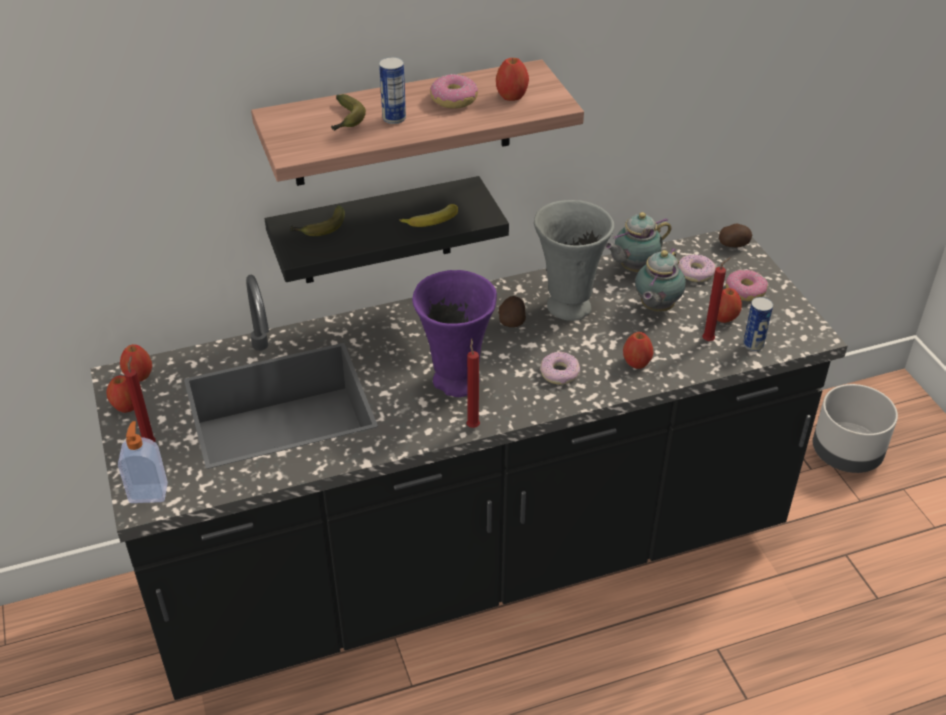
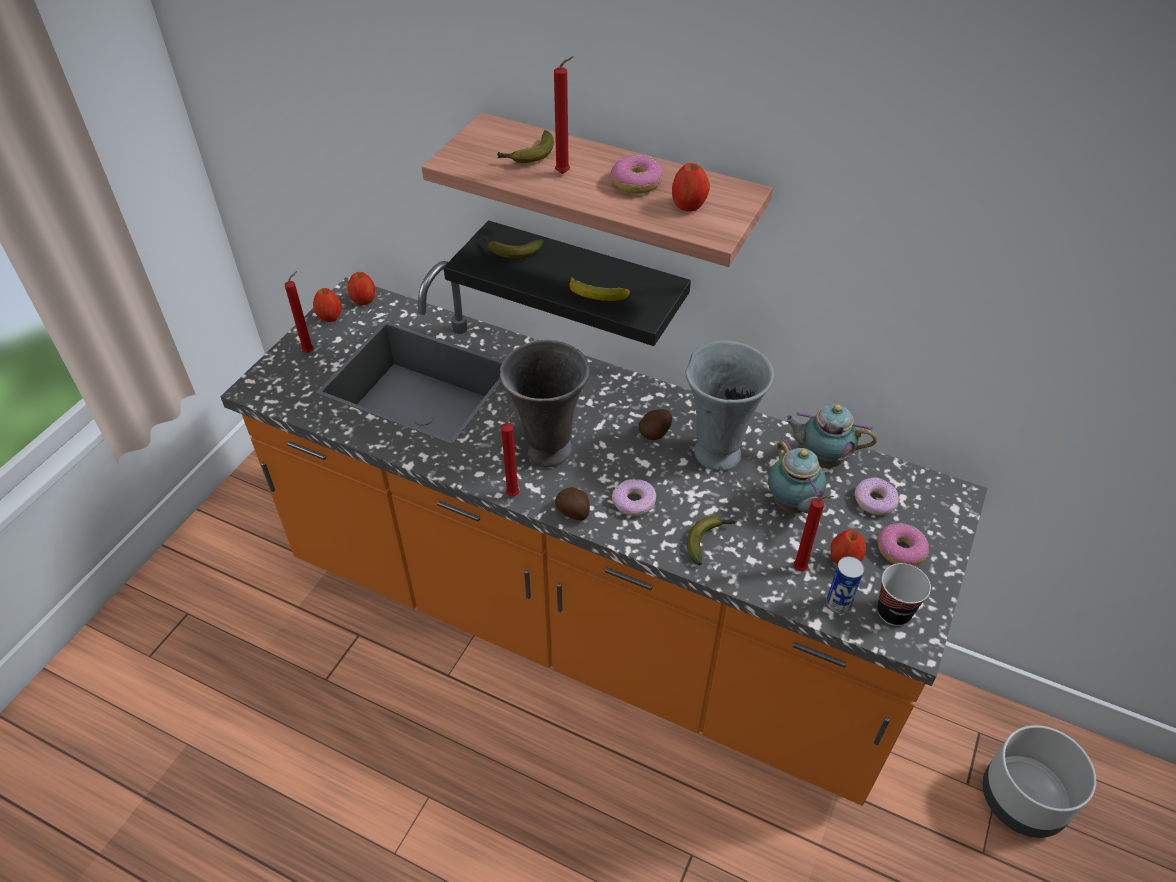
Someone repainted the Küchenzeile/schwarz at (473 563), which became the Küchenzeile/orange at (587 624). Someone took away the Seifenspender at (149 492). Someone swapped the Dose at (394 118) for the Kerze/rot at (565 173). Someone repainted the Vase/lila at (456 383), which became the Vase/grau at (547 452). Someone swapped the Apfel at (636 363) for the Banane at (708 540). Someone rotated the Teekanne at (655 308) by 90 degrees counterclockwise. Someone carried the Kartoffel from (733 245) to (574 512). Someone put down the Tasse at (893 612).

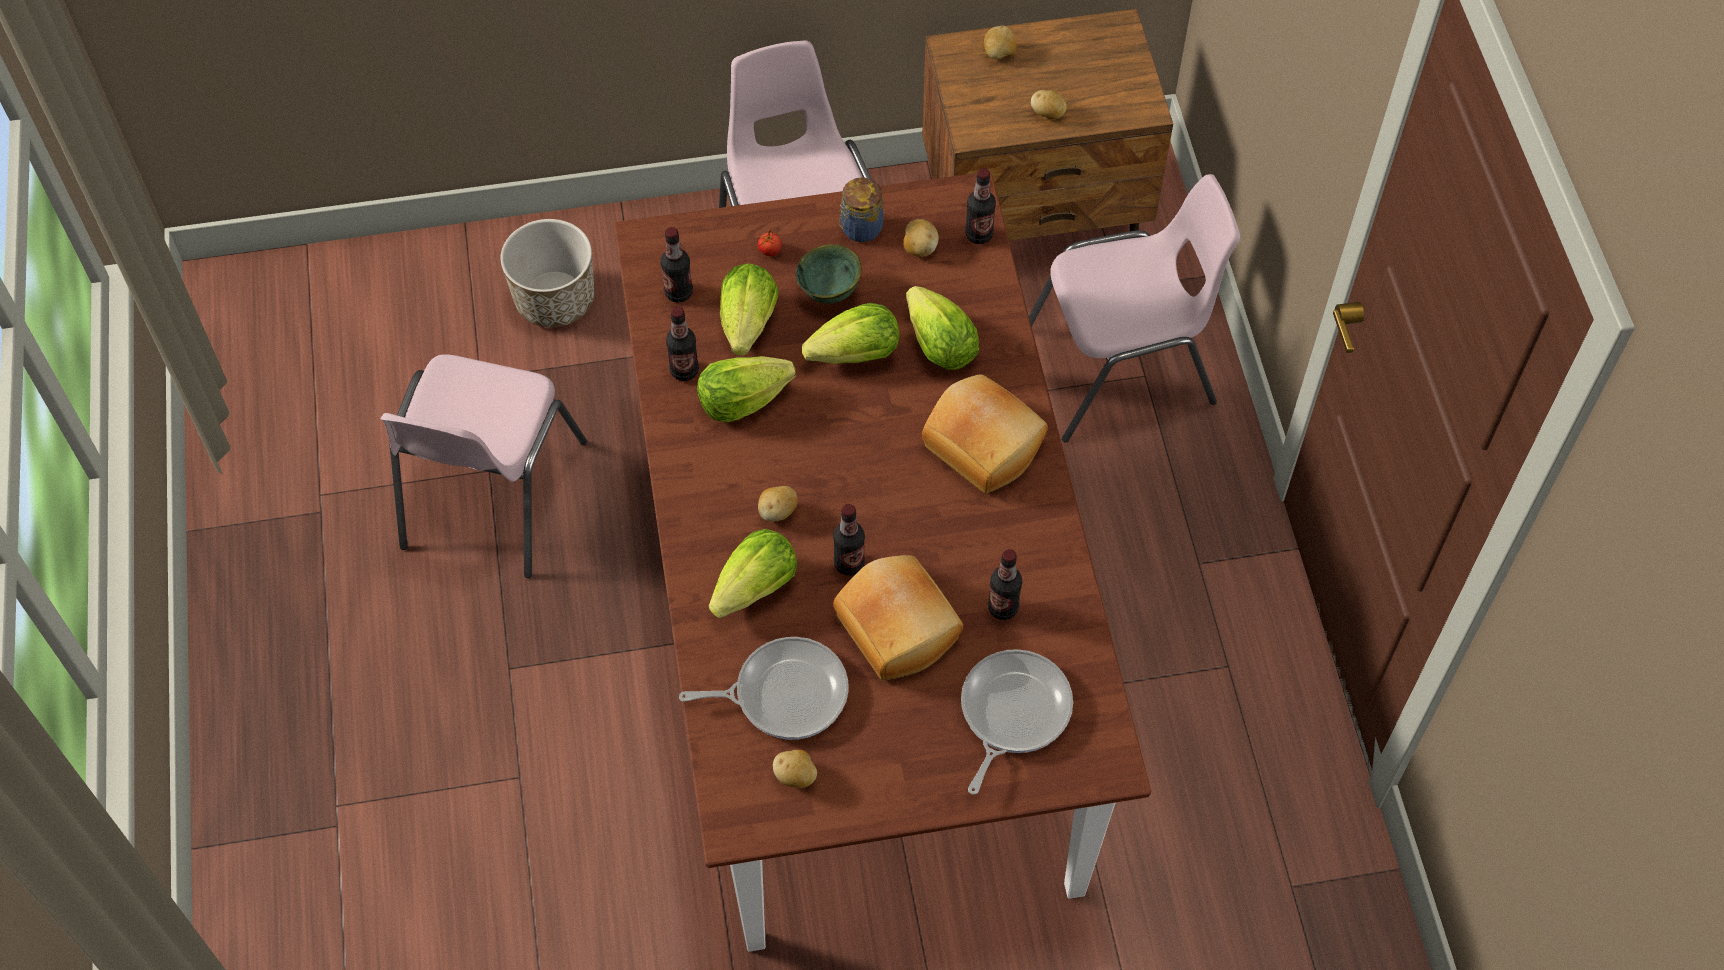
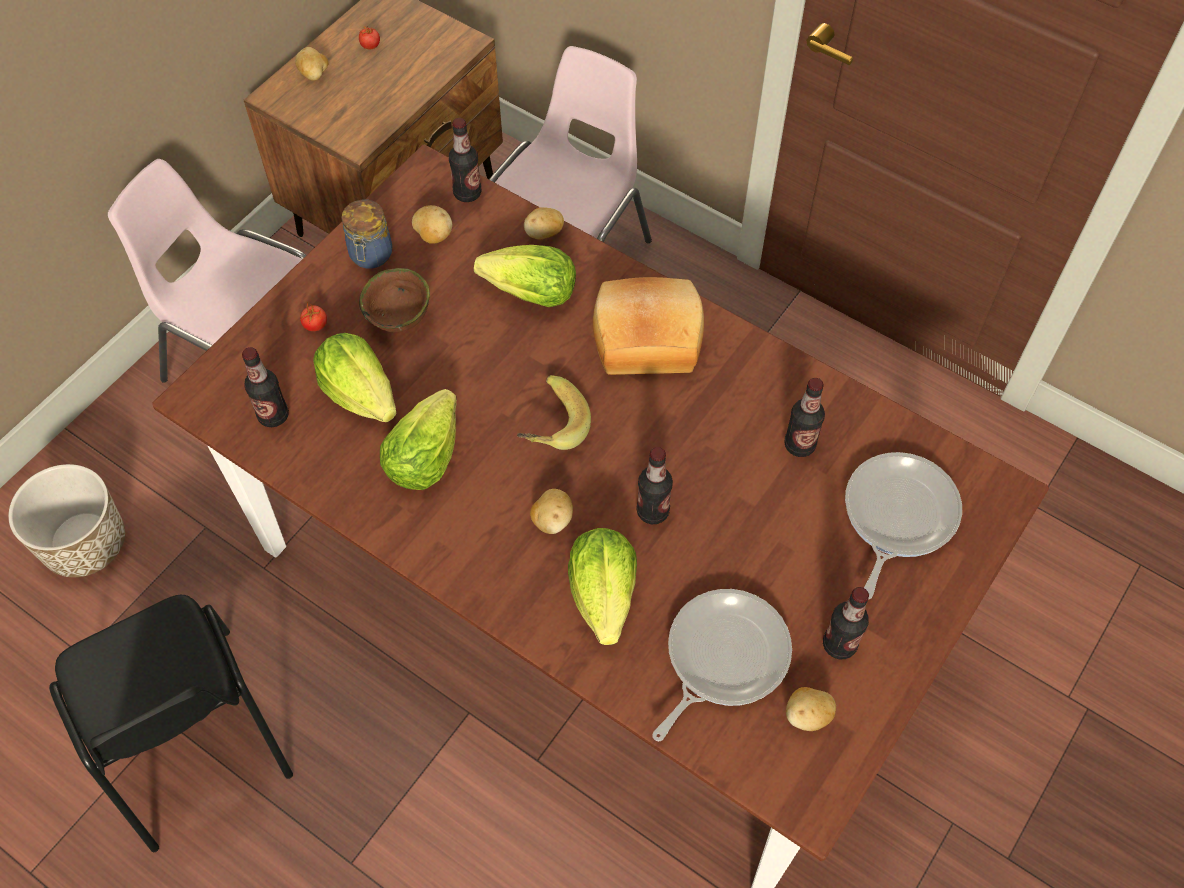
Someone repainted the Stuhl/rosa at (490 496), which became the Stuhl/schwarz at (190 741). Someone carried the Flasche from (684 370) to (839 644). Someone repainted the Schüssel/grün at (830 293), which became the Schüssel/braun at (401 320). Someone took away the Salatkopf at (856 354). Someone took away the Brot at (900 627). Someone rotated the Pfanne at (1011 712) by 45 degrees clockwise. Someone carried the Kartoffel from (1047 114) to (544 234). Someone put down the Tomate at (370 46). Someone put down the Banane at (548 427).

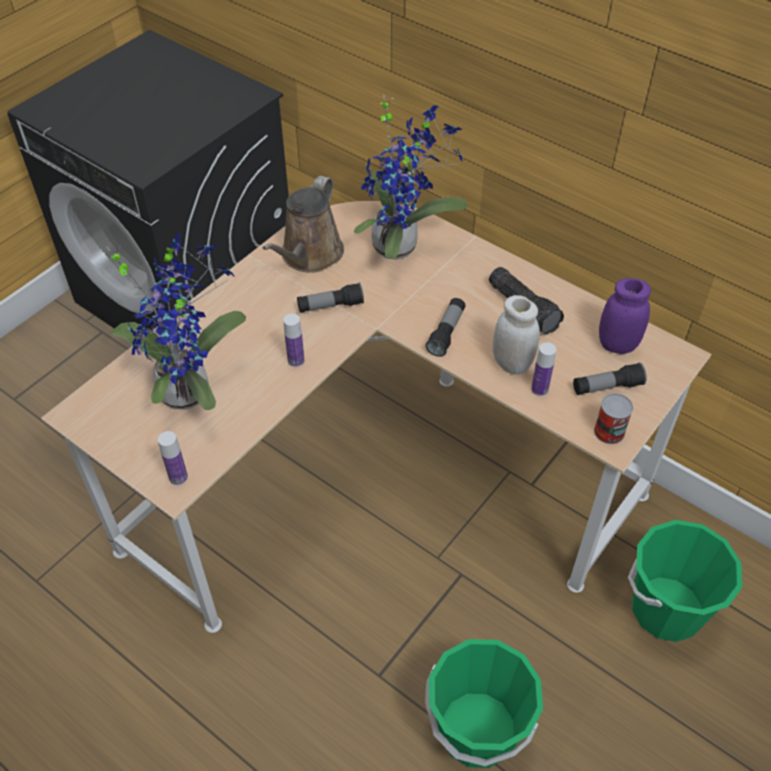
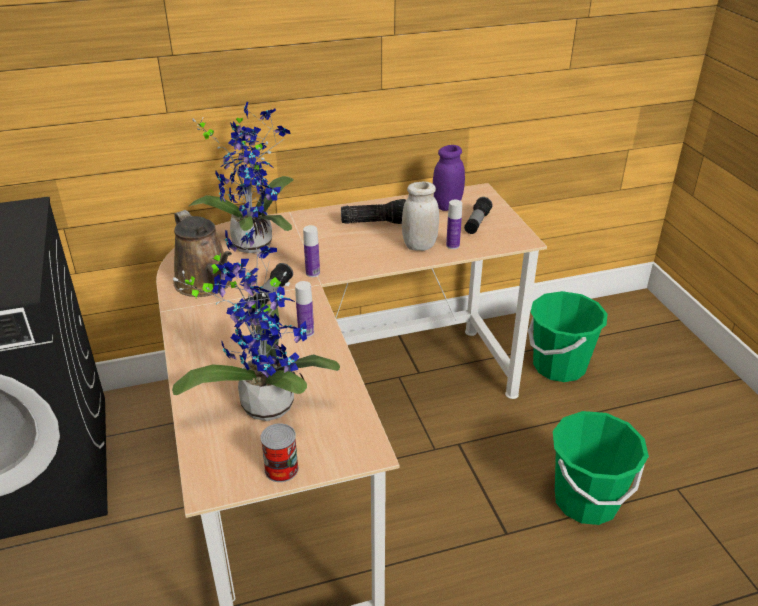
Someone carried the Flasche from (178 477) to (312 273). Someone took away the Taschenlampe at (446 333). Someone carried the Dose from (609 432) to (281 469).

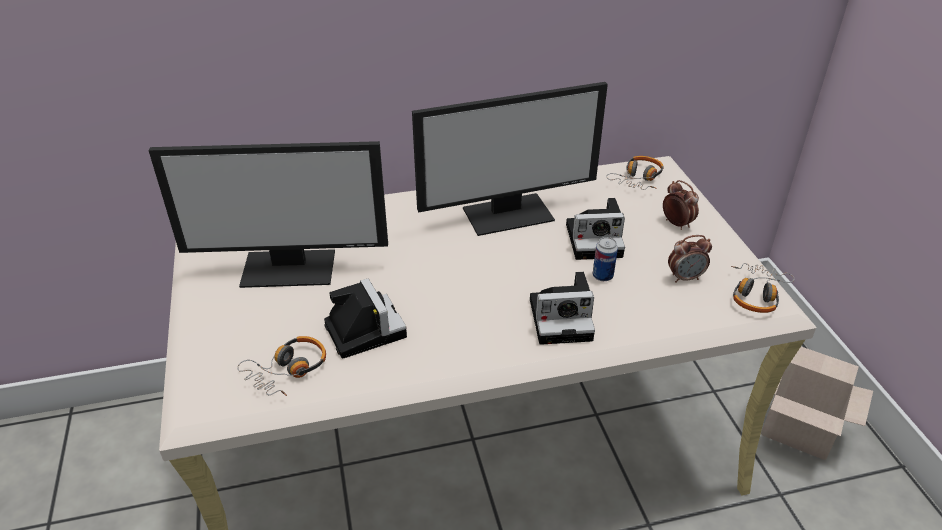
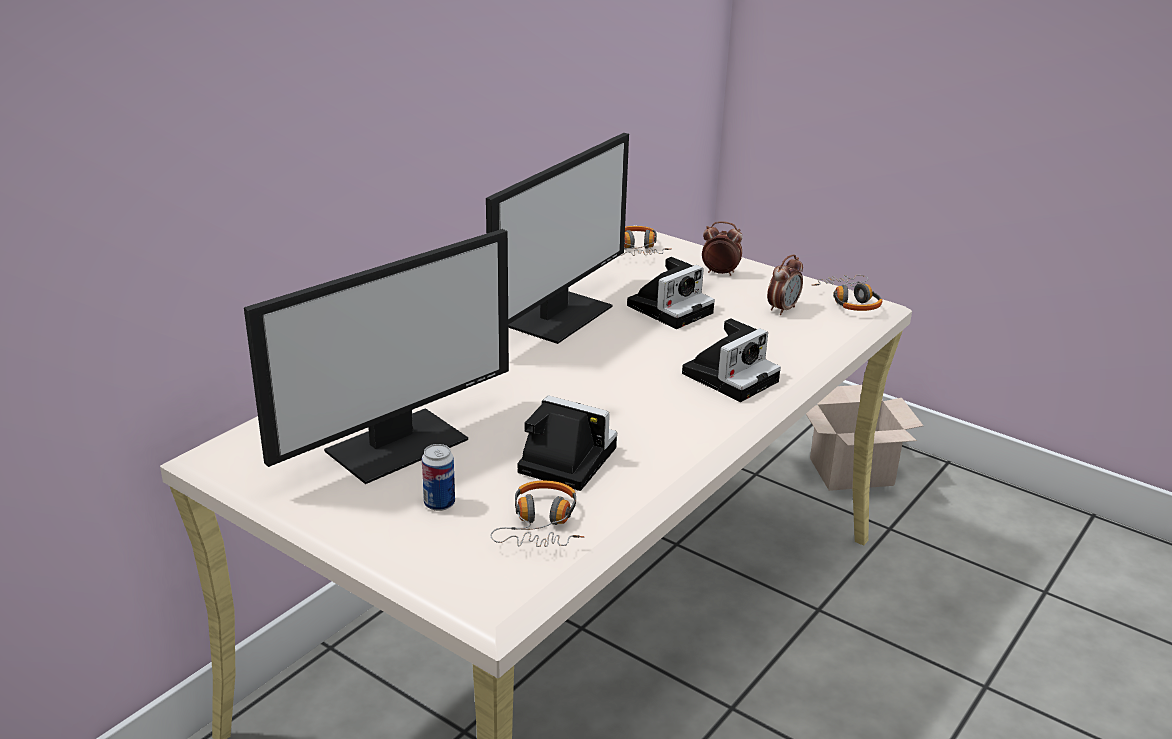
Someone carried the Dose from (602 276) to (439 504).

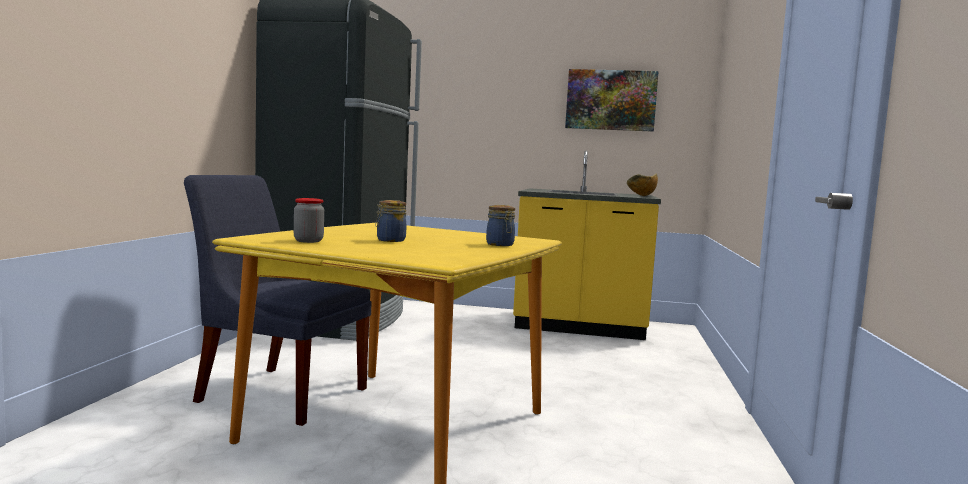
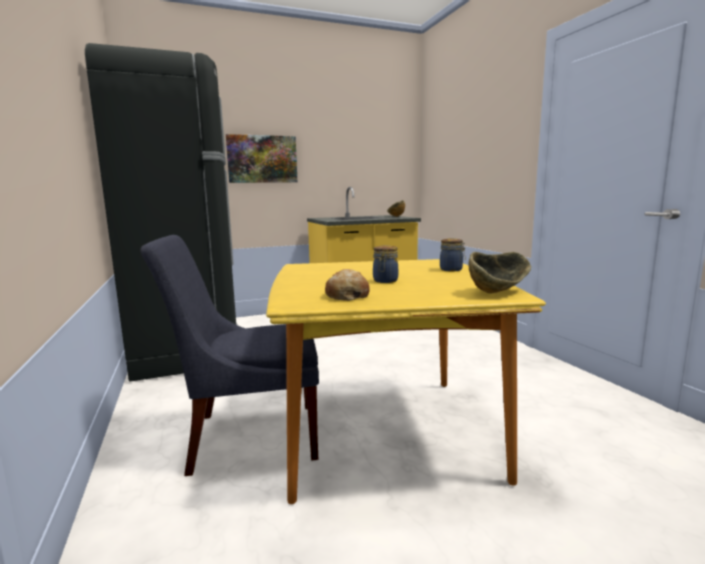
Someone swapped the Vorratsglas at (308 241) for the Brot at (346 295). Someone carried the Bild from (610 100) to (262 159). Someone put down the Schüssel at (497 292).

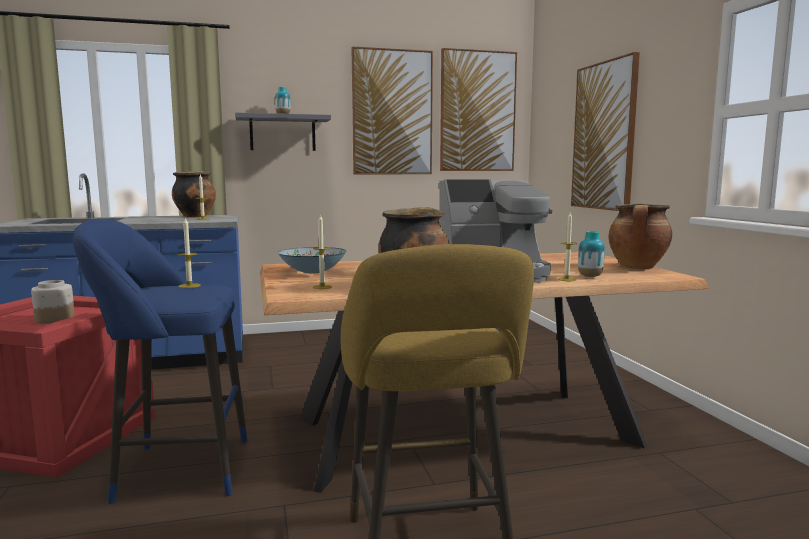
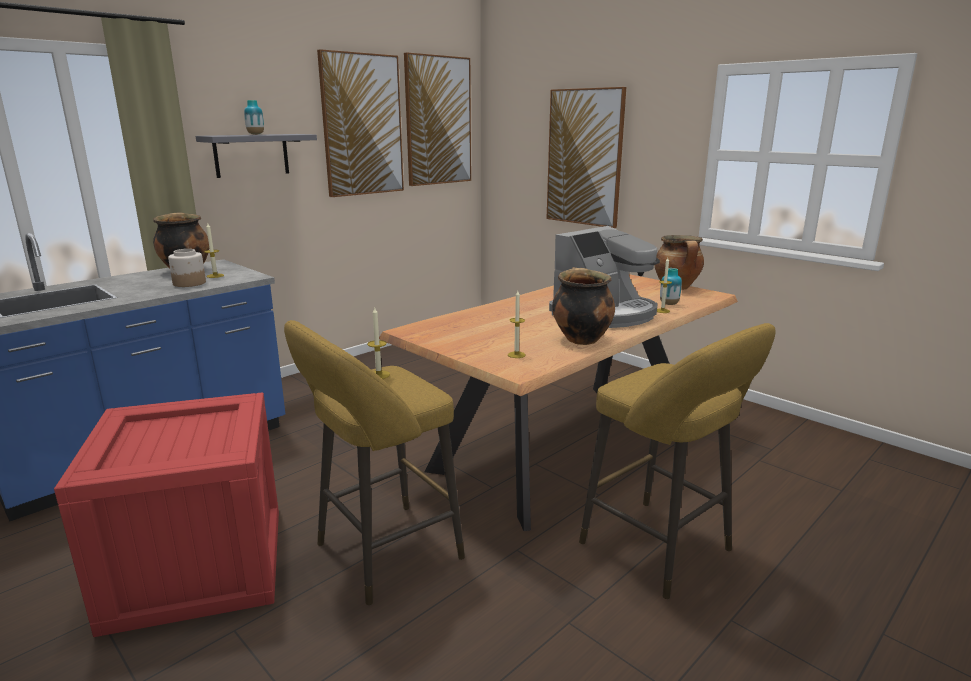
Someone carried the Vorratsglas from (54 319) to (189 283). Someone repainted the Hocker/blau at (175 470), which became the Hocker/gelb at (381 554). Someone took away the Schüssel at (313 272).

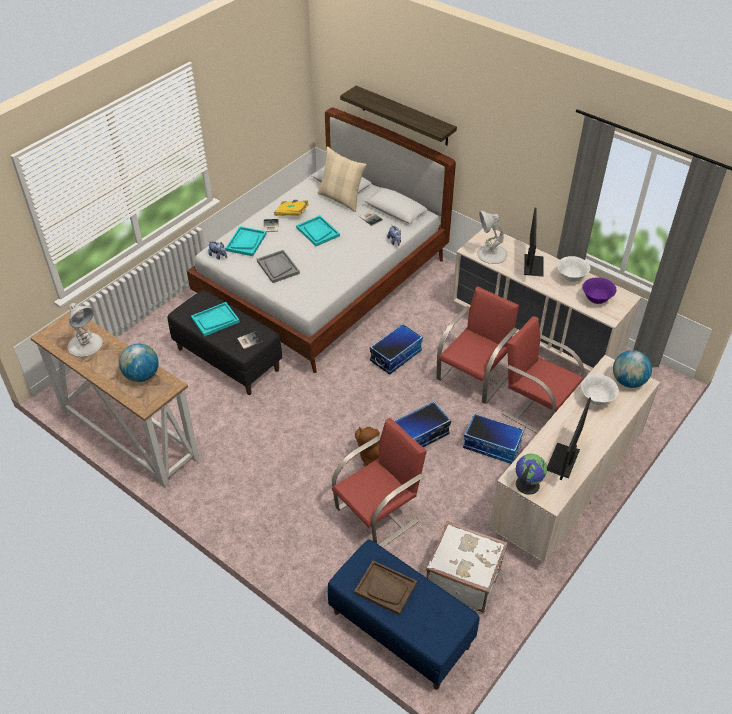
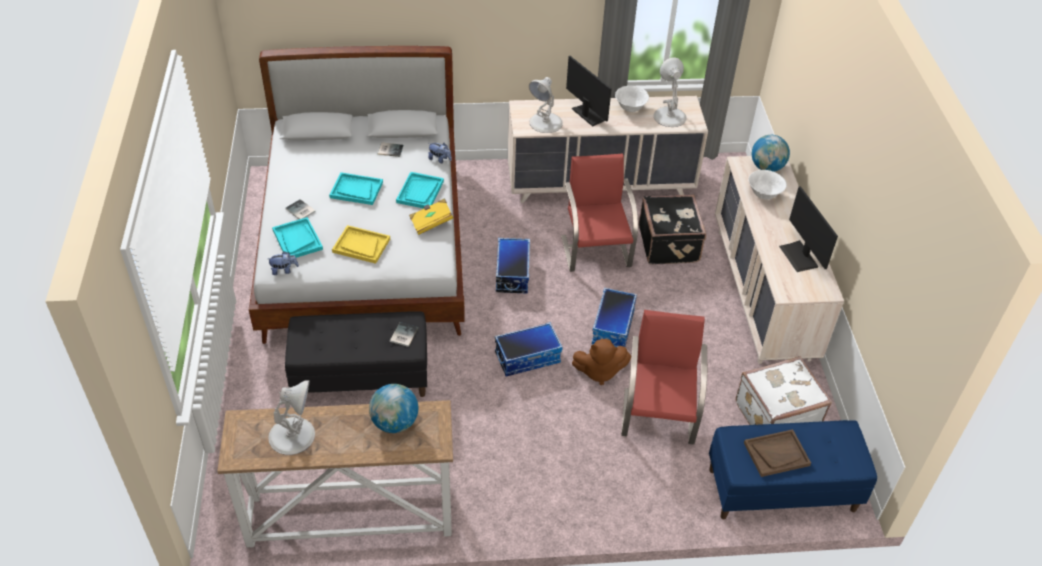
Someone carried the Tablett/türkis from (215 320) to (420 192). Someone repainted the Tablett/grau at (278 267), which became the Tablett/gelb at (361 245). Someone carried the Buch/gelb from (292 213) to (431 222). Someone took away the Kissen/beige at (341 199). Someone took away the Wandregal at (404 116). Someone carried the Aufbewahrungsbox from (492 445) to (527 357). Someone swapped the Stuhl/rot at (536 406) for the Koffer/schwarz at (669 244). Someone took away the Globus at (527 484). Someone swapped the Schüssel/lila at (596 300) for the Tischlampe/weiß at (669 116).

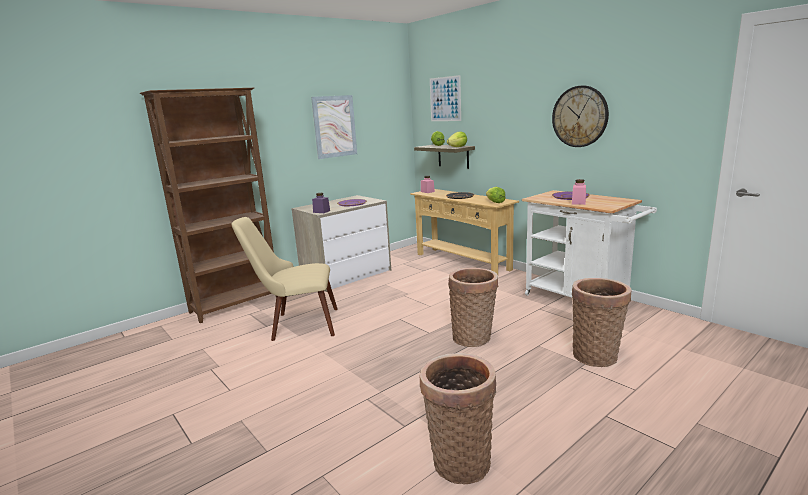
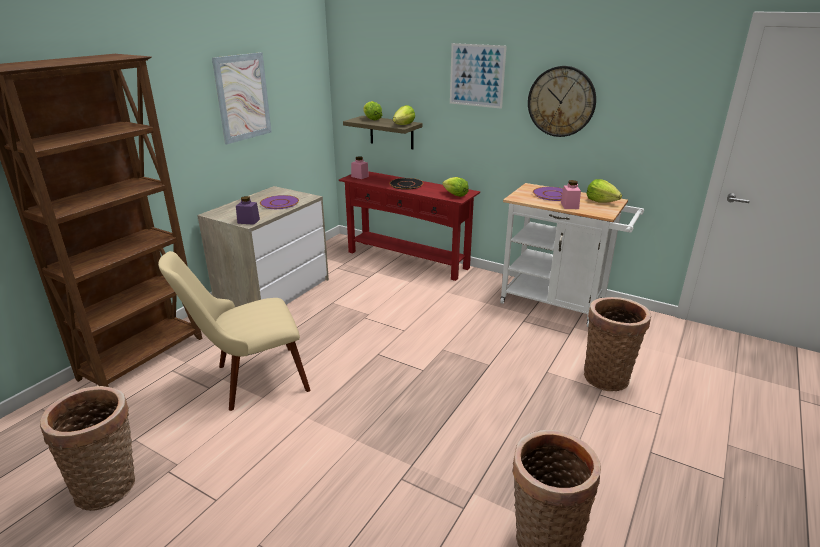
Someone repainted the Konsolentisch/beige at (462 261), which became the Konsolentisch/rot at (407 259). Someone carried the Bild from (445 99) to (476 75). Someone carried the Korb from (474 337) to (109 485). Someone put down the Salatkopf at (601 201).

